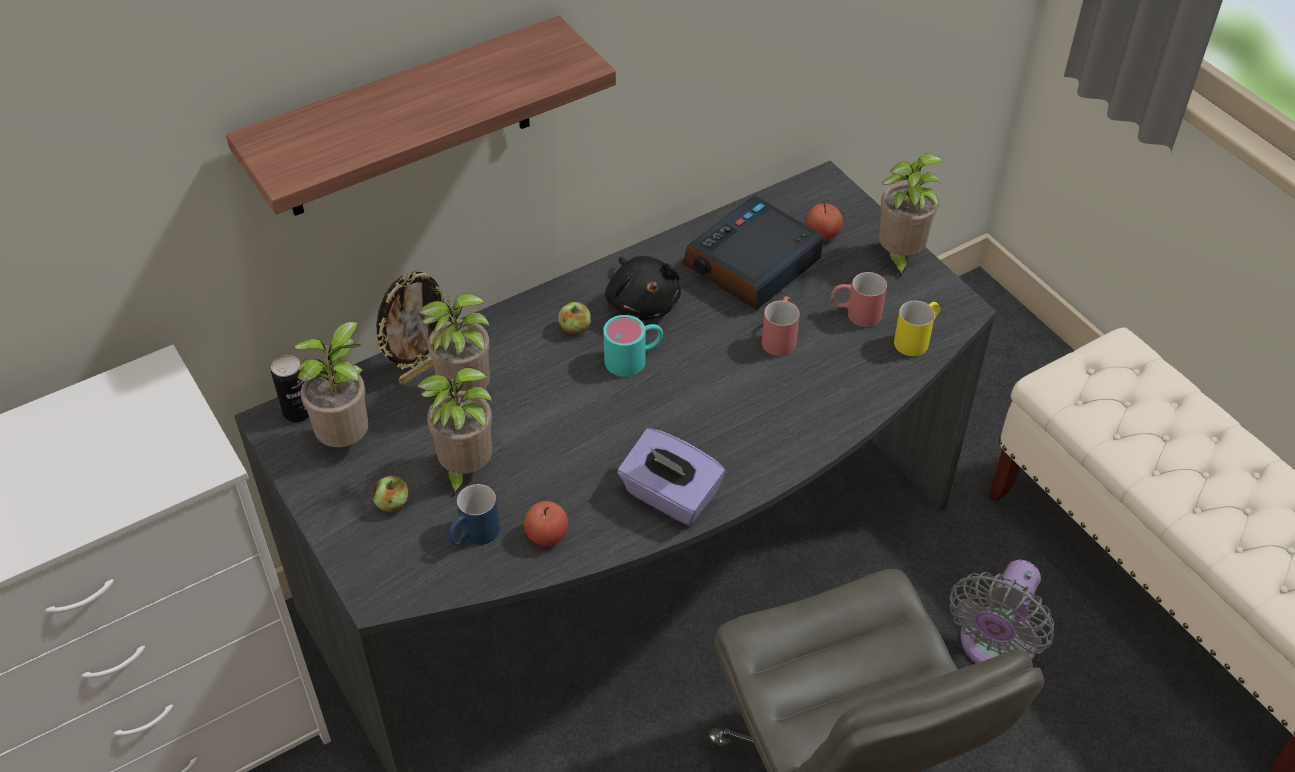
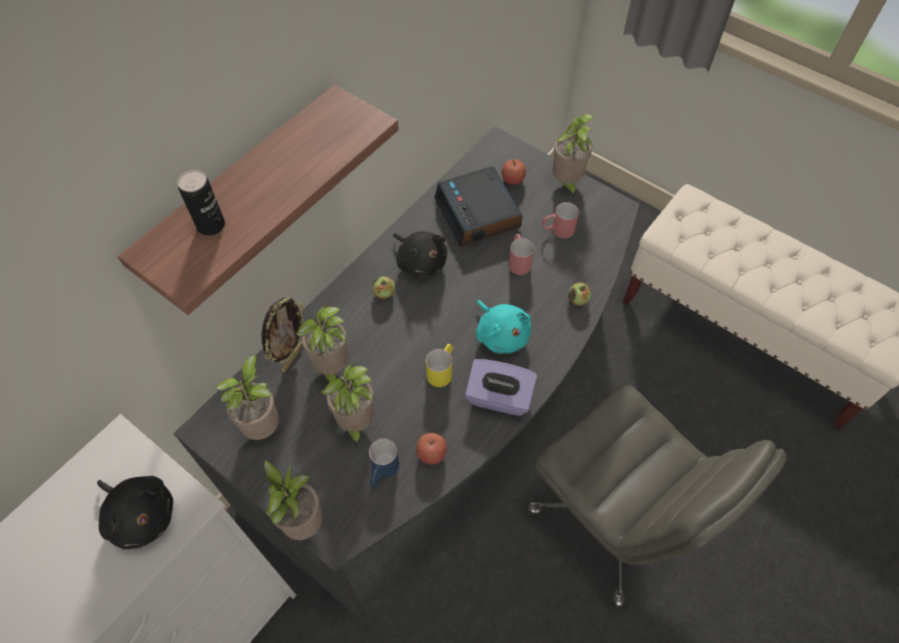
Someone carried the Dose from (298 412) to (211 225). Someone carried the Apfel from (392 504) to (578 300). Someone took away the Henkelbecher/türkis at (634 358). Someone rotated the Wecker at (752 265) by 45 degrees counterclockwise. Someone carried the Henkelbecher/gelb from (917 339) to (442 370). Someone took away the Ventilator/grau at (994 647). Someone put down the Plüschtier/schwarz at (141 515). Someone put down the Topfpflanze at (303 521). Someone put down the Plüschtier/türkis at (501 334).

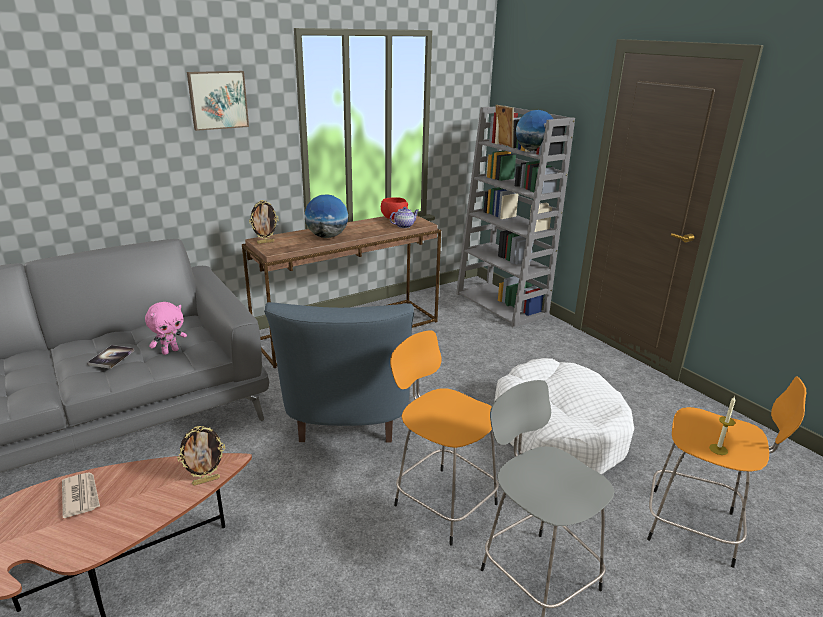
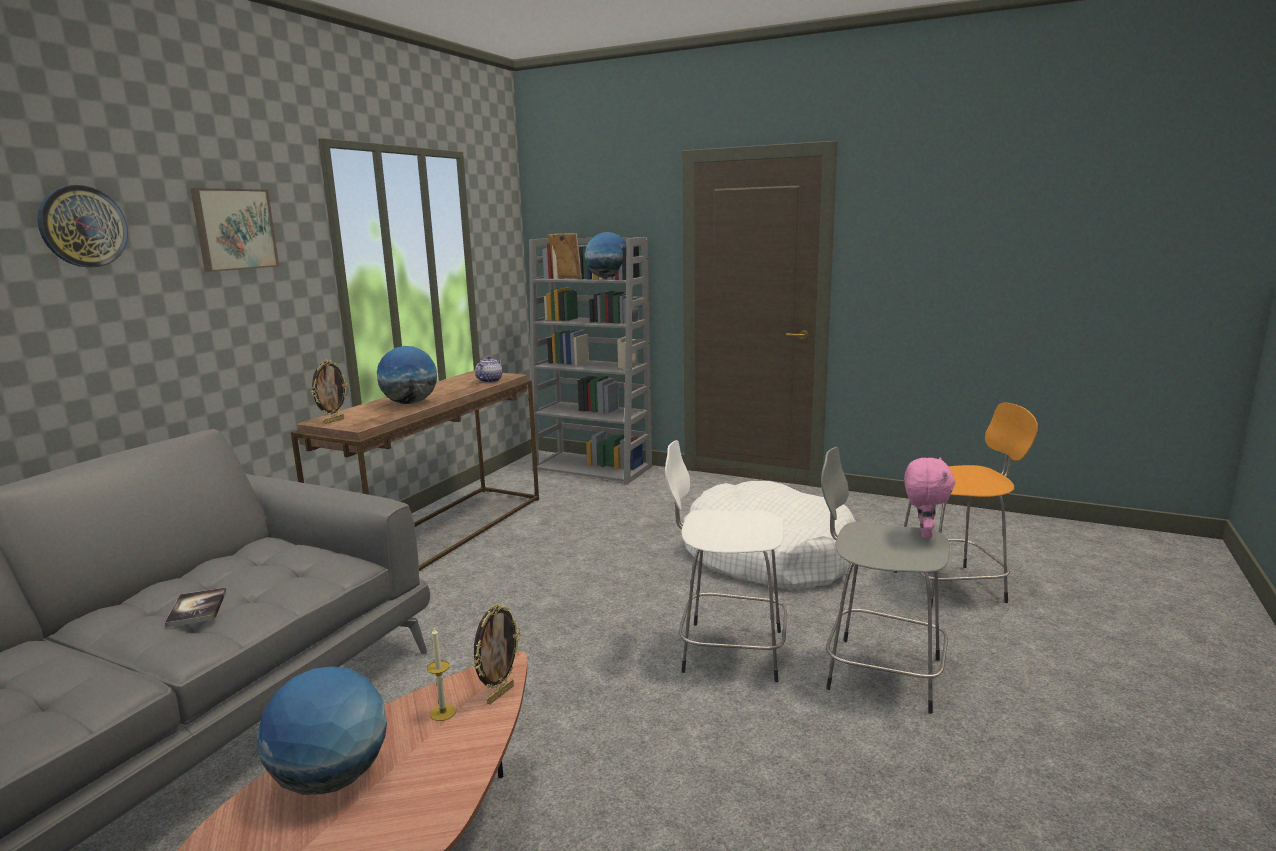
Someone swapped the Zeitung at (81 496) for the Globus at (331 779). Someone carried the Plüschtier/rosa from (170 351) to (923 534). Someone took away the Sessel/blau at (347 419). Someone took away the Schüssel/rot at (393 218). Someone repainted the Hocker/orange at (443 502), which became the Hocker/weiß at (728 650). Someone carried the Kerze from (718 449) to (443 712). Someone put up the Wanduhr at (83 226).

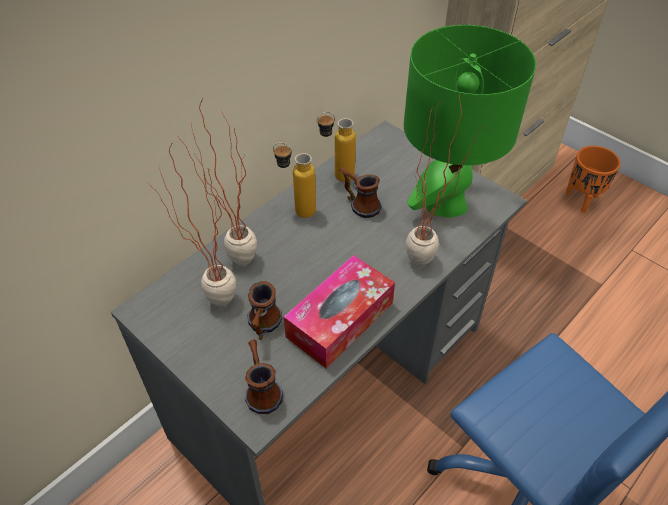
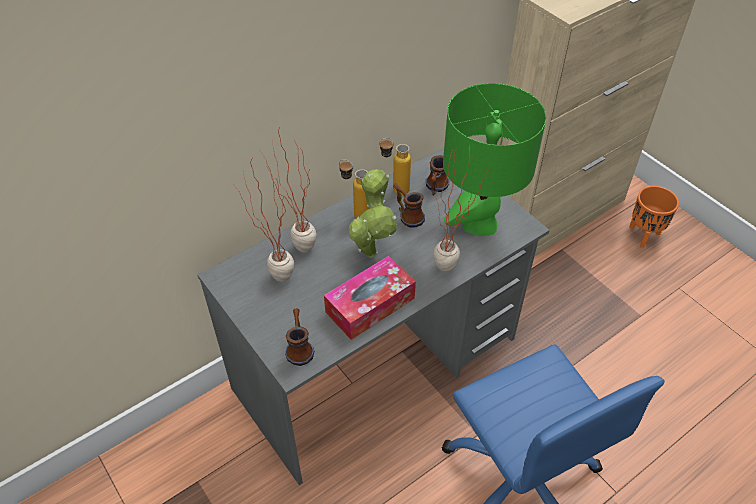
Someone carried the Henkelbecher from (263 327) to (435 188). Someone put down the Topfpflanze at (371 250).

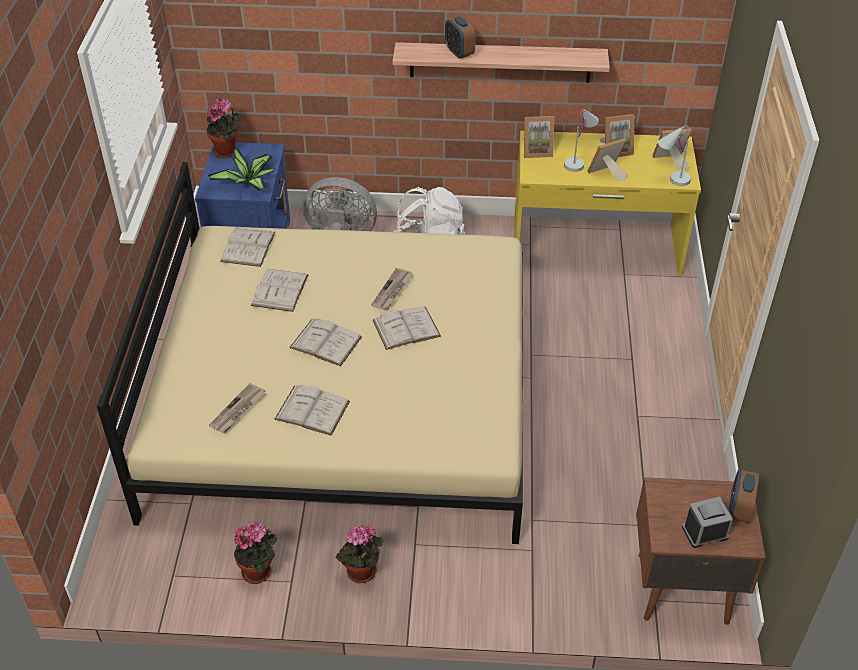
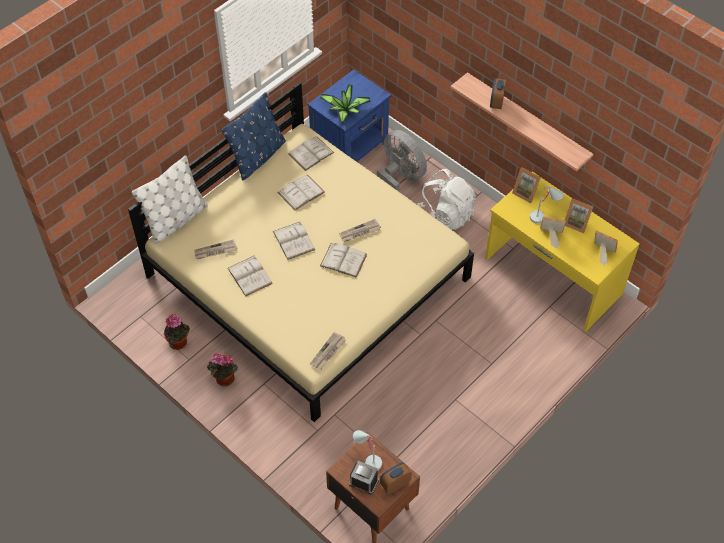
Someone took away the Topfpflanze at (227 151). Someone carried the Tischlampe/weiß from (670 180) to (367 459). Someone put down the Kissen/weiß at (176 220). Someone put down the Kissen/blau at (258 157). Someone put down the Zeitung at (328 352).

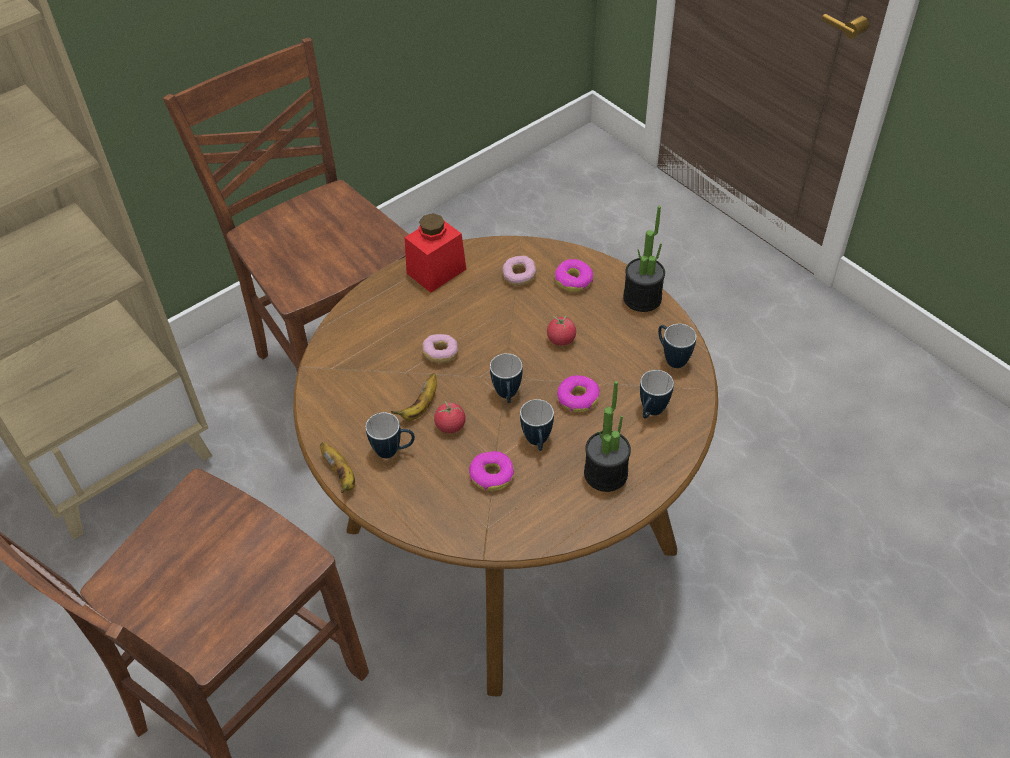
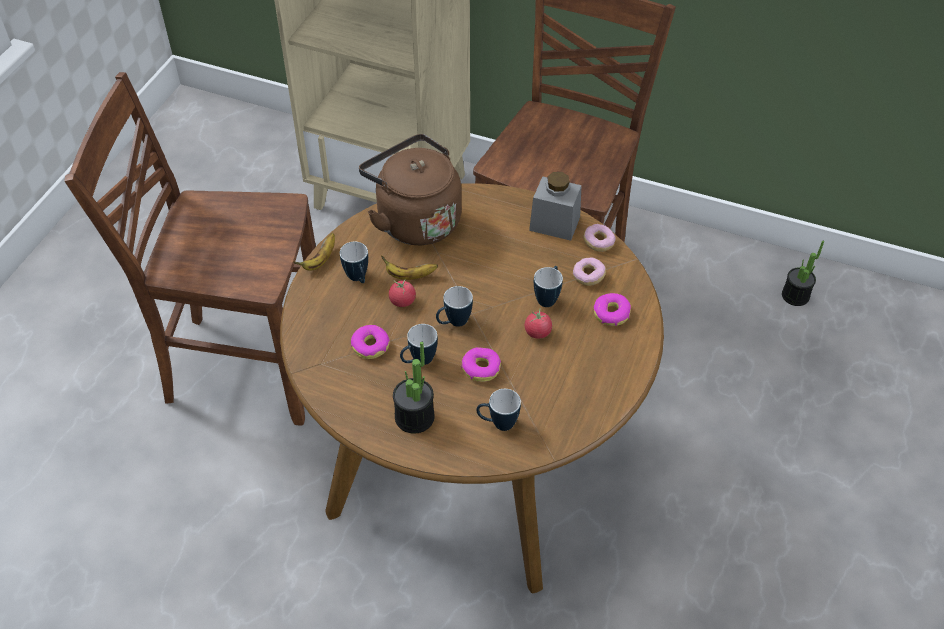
Someone repainted the Vorratsglas/rot at (436 271), which became the Vorratsglas/grau at (554 223). Someone carried the Donut from (440 354) to (598 243). Someone carried the Topfpflanze from (642 298) to (795 296). Someone carried the Henkelbecher from (671 358) to (548 297). Someone put down the Wasserkessel/braun at (415 219).

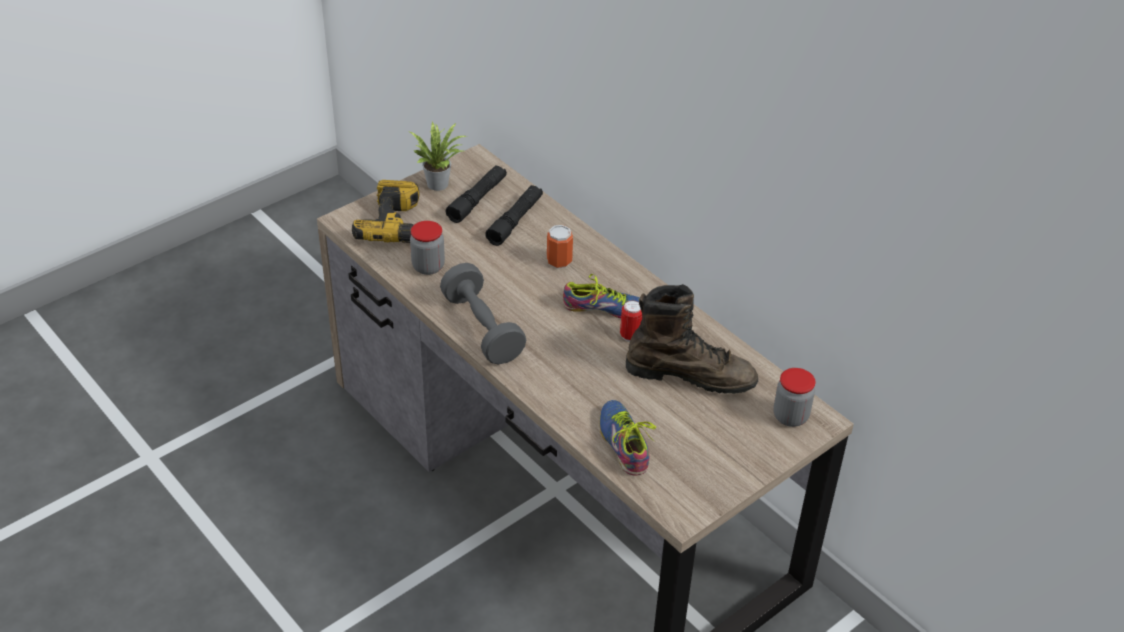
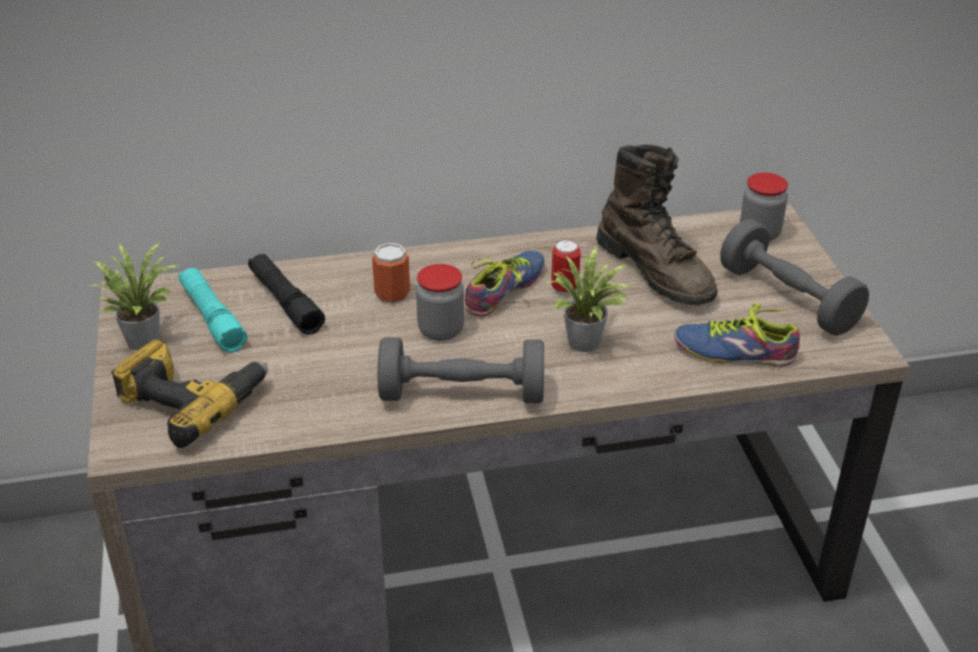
Someone carried the Vorratsglas from (428 266) to (441 330). Someone repainted the Taschenlampe/schwarz at (477 200), which became the Taschenlampe/türkis at (212 318). Someone rotated the Stiefel/braun at (690 375) by 105 degrees clockwise. Someone put down the Topfpflanze at (587 344). Someone put down the Hantel/grau at (788 299).

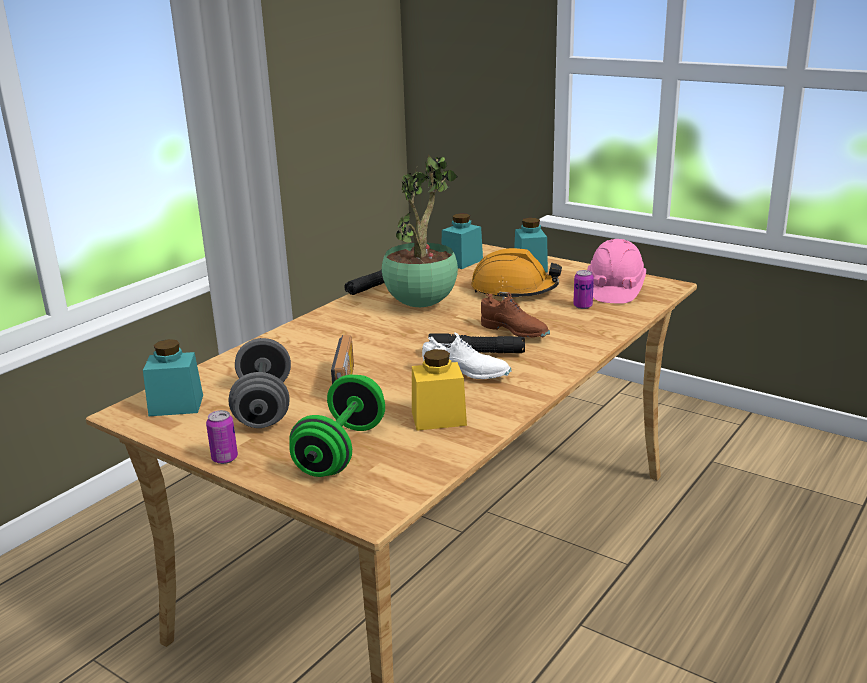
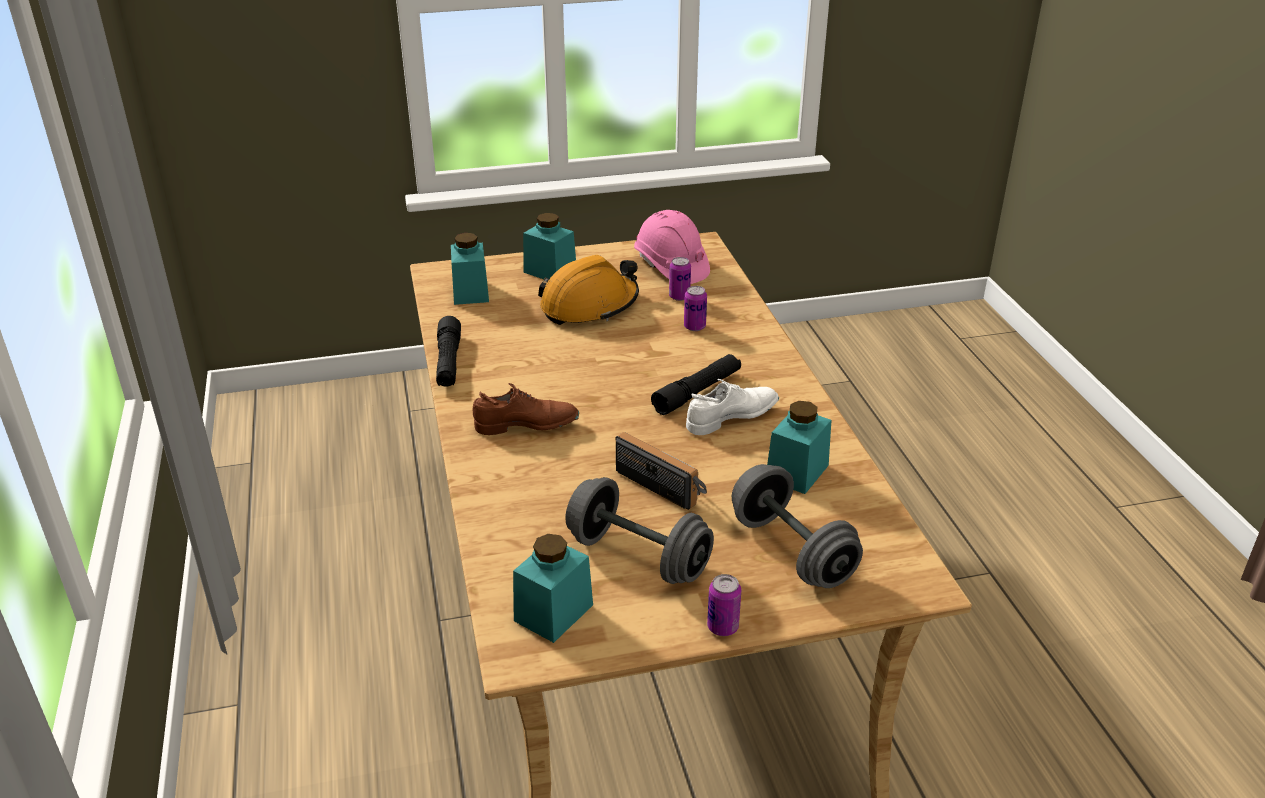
Someone repainted the Hantel/grün at (341 450), which became the Hantel/grau at (792 551). Someone took away the Topfpflanze at (422 304). Someone repainted the Vorratsglas/gelb at (438 418), which became the Vorratsglas/türkis at (797 472). Someone carried the Schuh/braun from (514 332) to (527 425). Someone put down the Dose at (694 327).

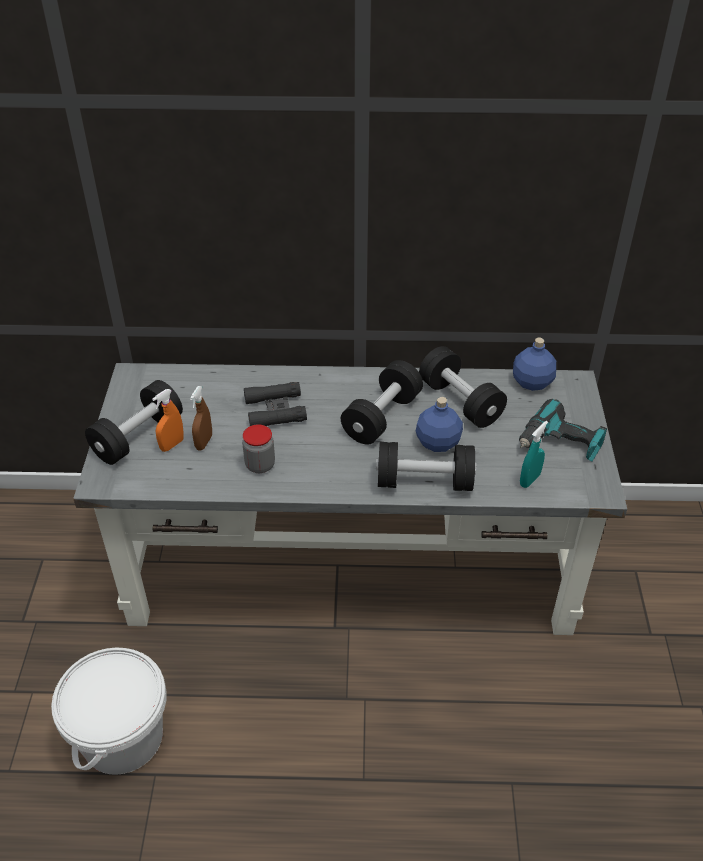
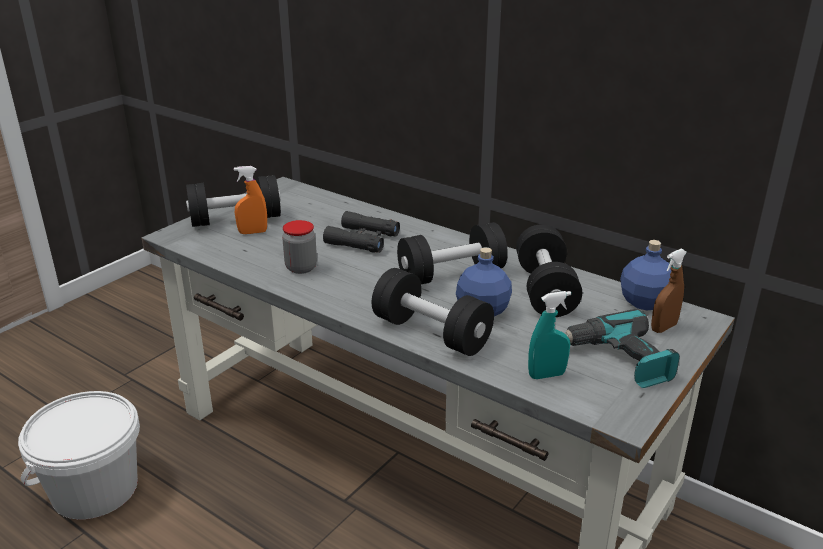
Someone carried the Sprühflasche/braun from (204 442) to (663 328).

